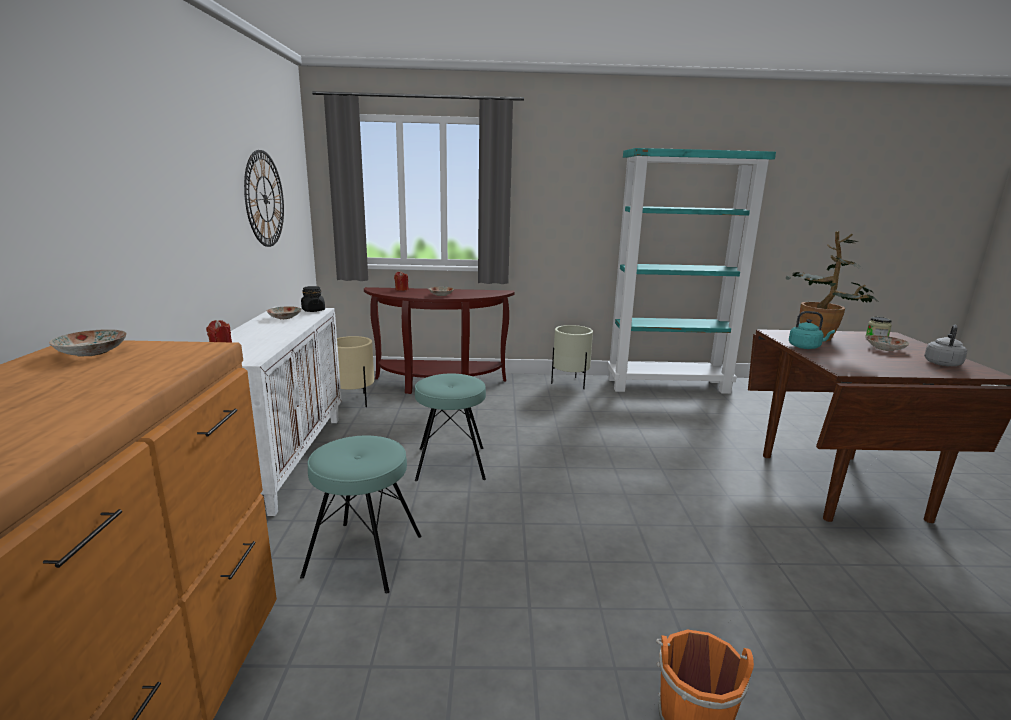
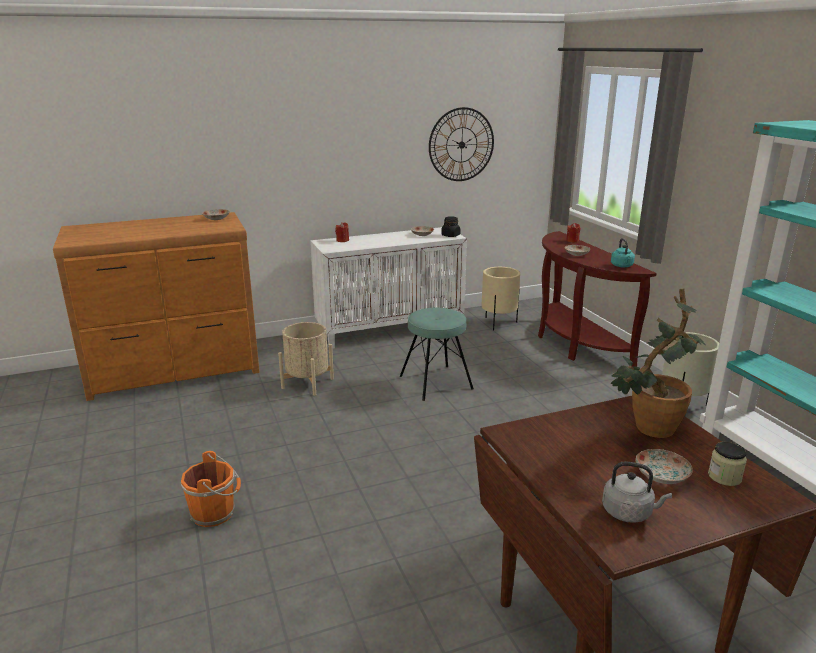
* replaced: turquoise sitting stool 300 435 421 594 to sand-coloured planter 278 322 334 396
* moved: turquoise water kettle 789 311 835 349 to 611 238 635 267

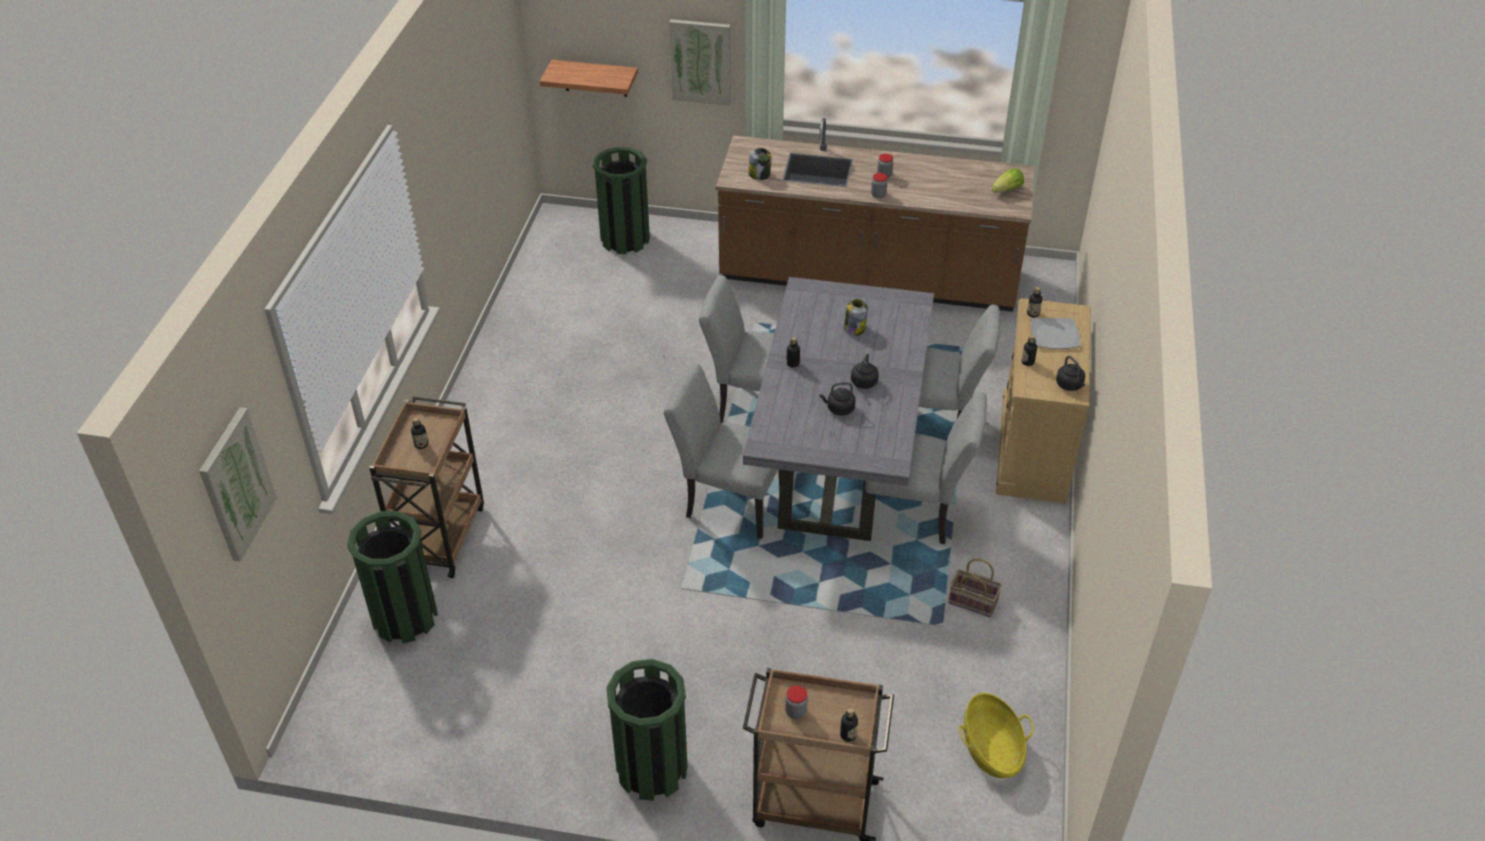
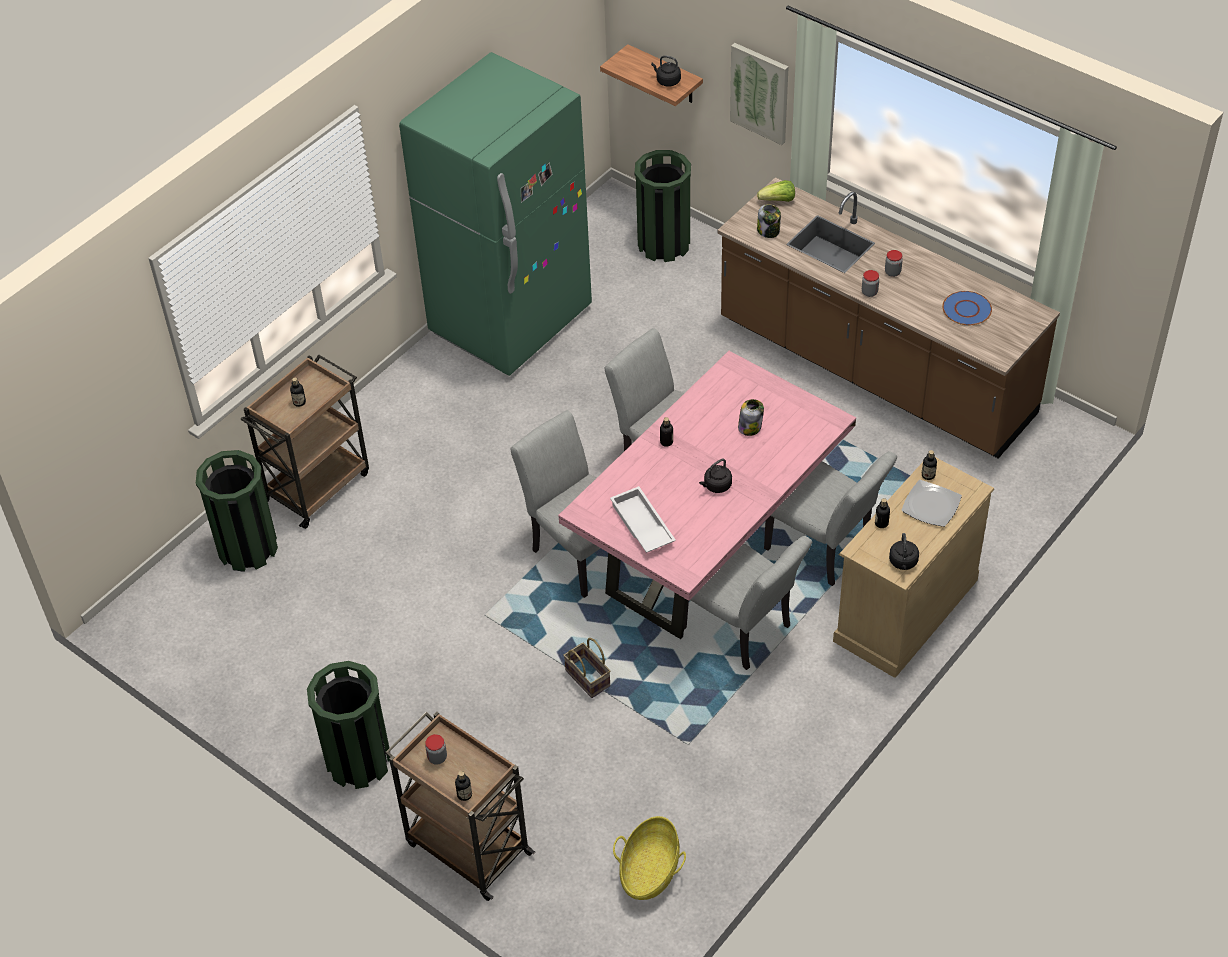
* removed: wall art 199 407 277 562
* recoloured: greyish kitchen table 743 277 934 541 to pink-coloured kitchen table 558 351 856 639
* moved: black-coloured water kettle 820 382 855 415 to 651 55 681 87
* moved: basket 948 558 1002 617 to 563 638 610 698
* moved: head of lettuce 992 169 1024 193 to 757 180 795 202
* added: greenish kitchen fridge 399 52 592 376
* added: white-coloured serving tray 610 486 676 553
* added: blue dinner plate 942 291 992 325

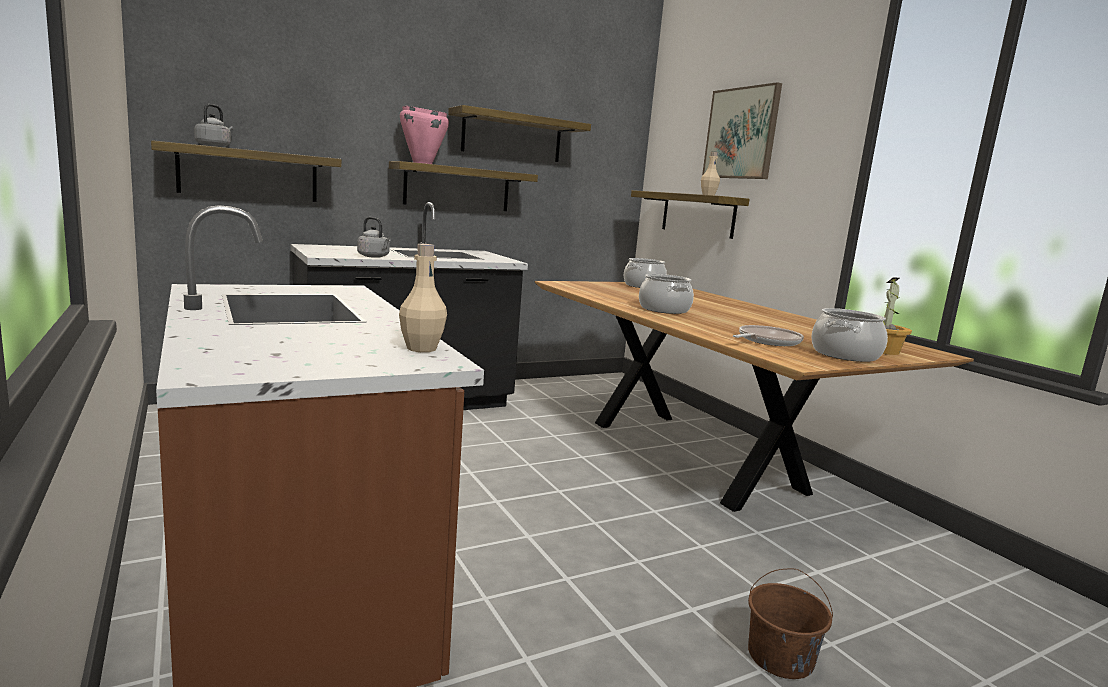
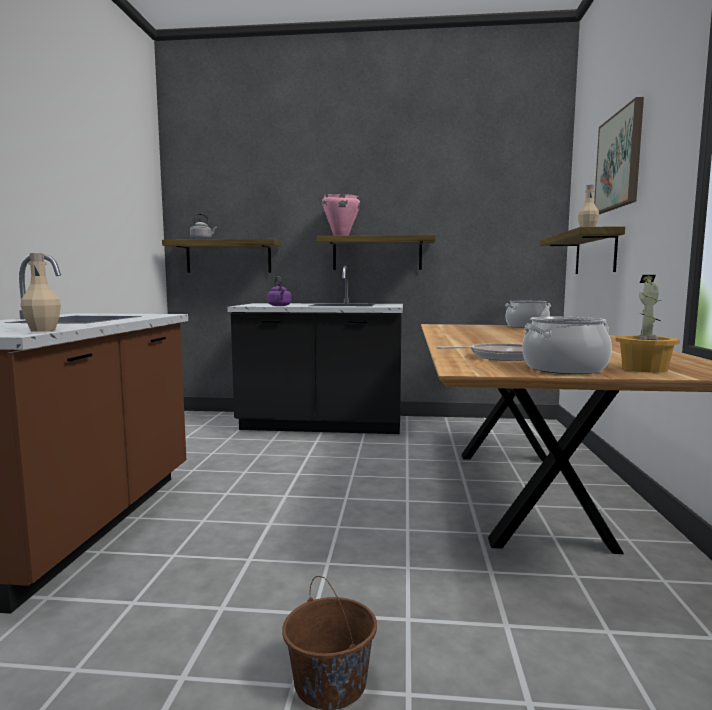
* recoloured: greyish water kettle 357 217 391 258 to purple water kettle 267 276 291 306
* removed: wall shelf 448 105 591 162
* removed: cooking pot 639 274 694 314

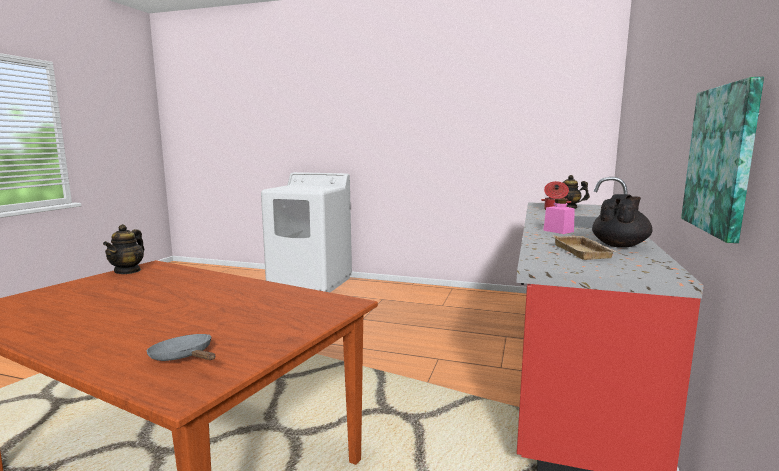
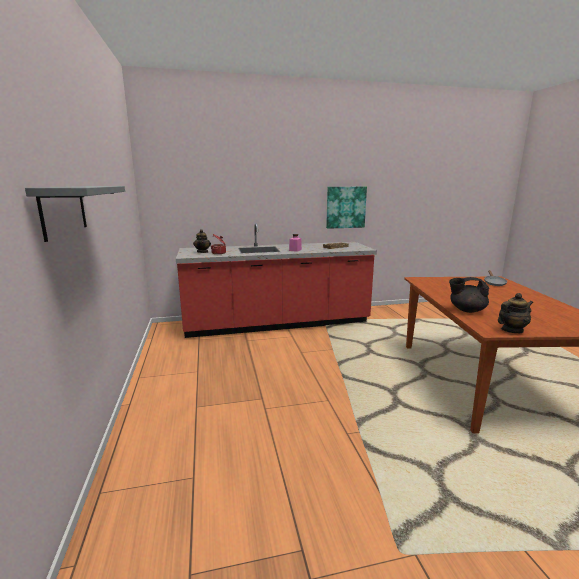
* removed: white-coloured laundry machine 261 172 352 292
* moved: black-coloured teapot 592 194 652 248 to 449 277 489 313
* added: greyish wall shelf 25 186 125 242

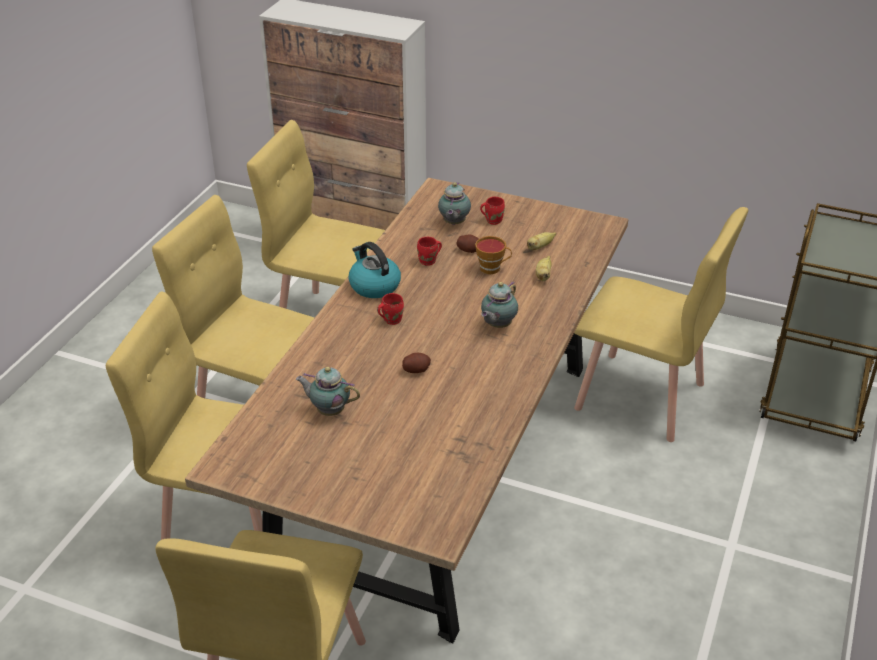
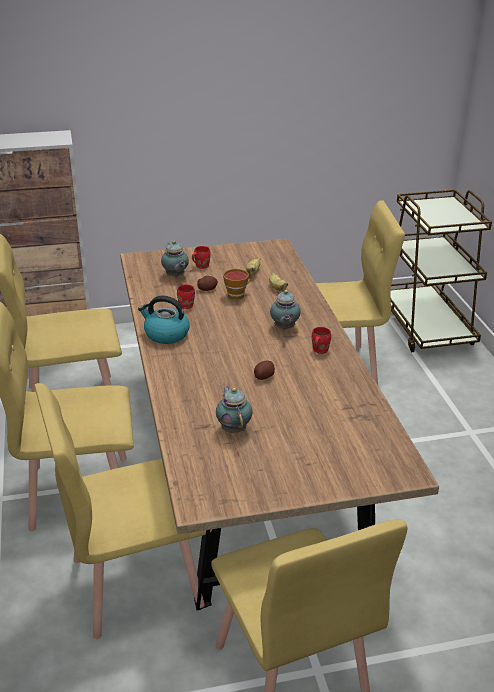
* turned: teapot 296 367 360 416 = 216 385 252 433 90 degrees clockwise
* moved: red coffee mug 377 293 404 325 to 312 327 331 354

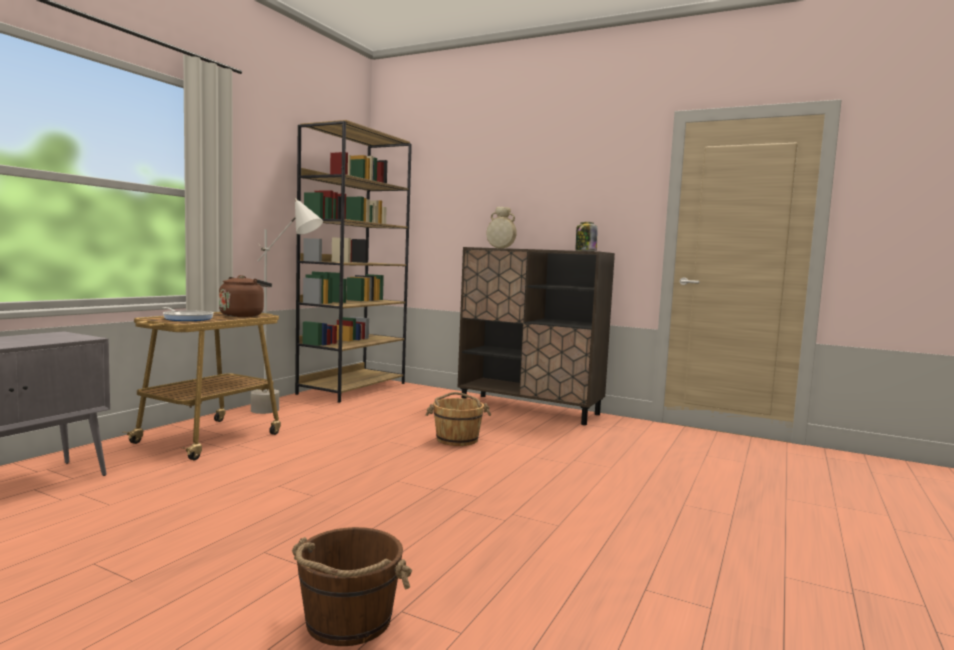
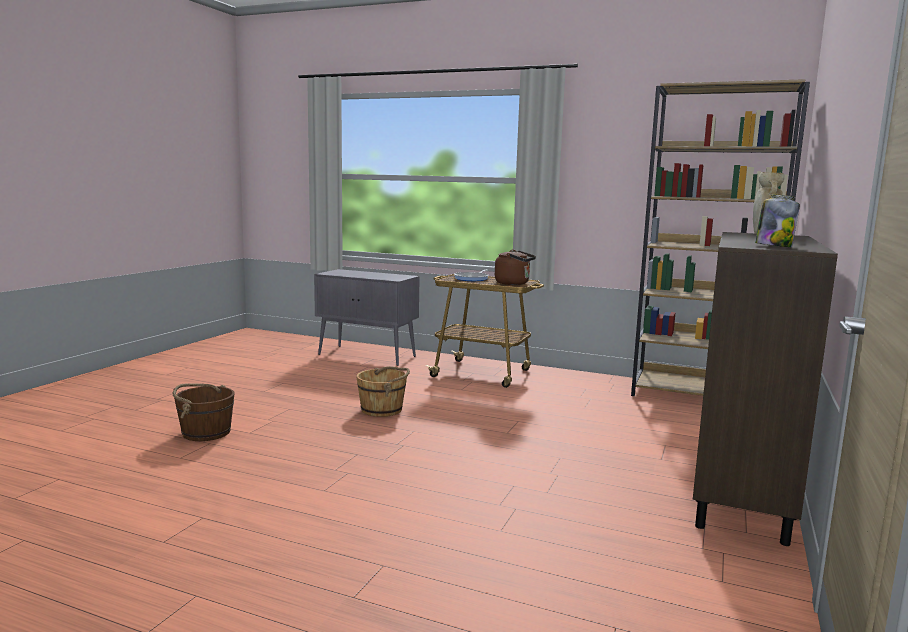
* removed: greyish floor lamp 251 198 323 414
* moved: brownish water bucket 425 392 491 446 to 356 366 410 417

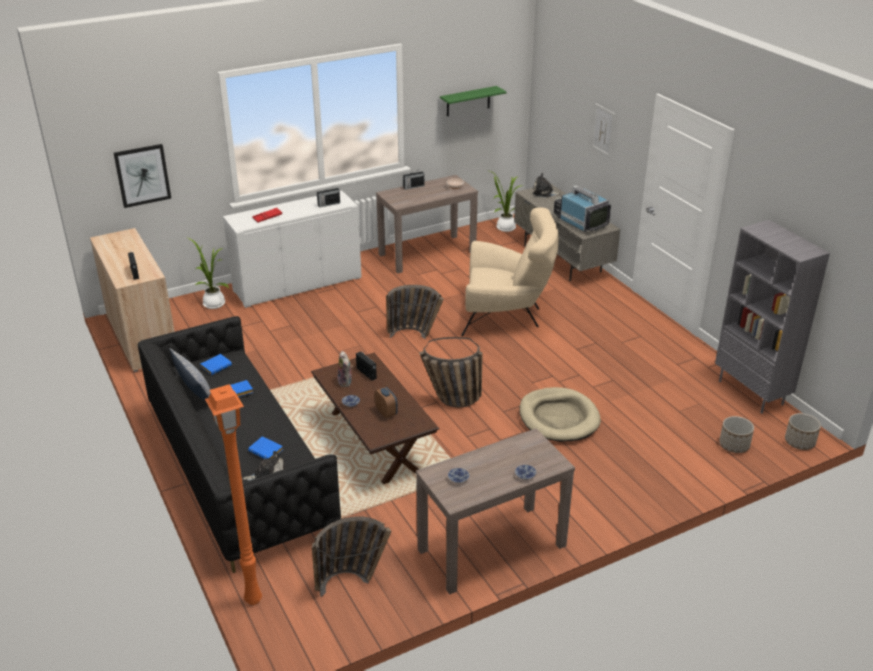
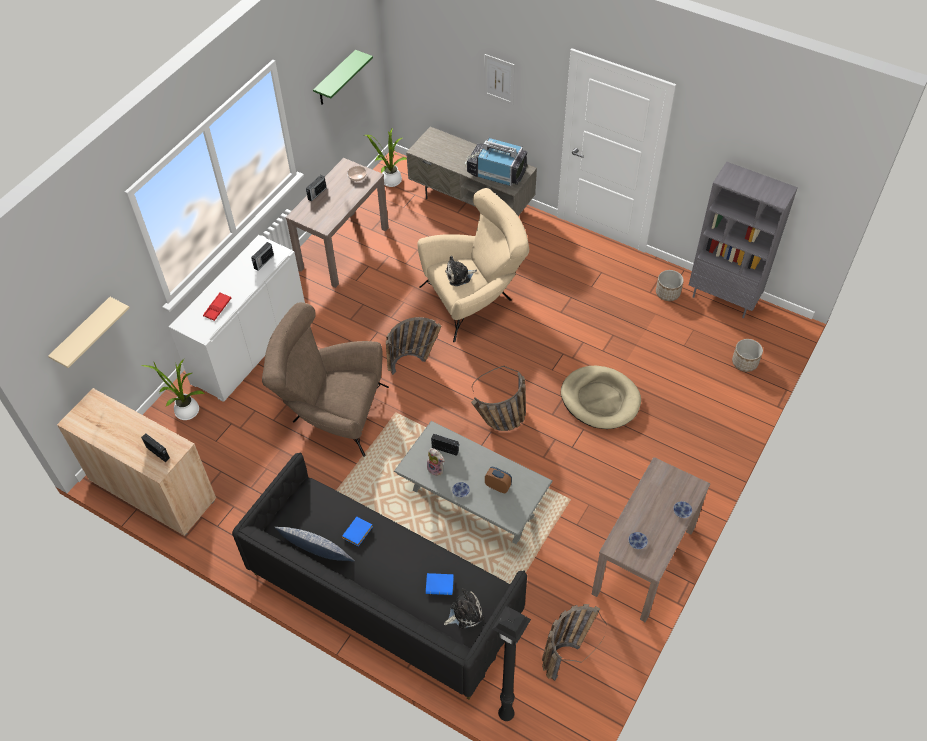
* replaced: wall art 114 144 171 208 to sand-coloured wall shelf 48 297 130 368
* removed: blue bound book 201 354 232 375
* recoloured: orange floor lamp 205 384 262 605 to black-coloured floor lamp 492 606 531 721
* recoloured: brownish low table 311 353 439 484 to greyish low table 394 421 553 544
* moved: plush toy 532 173 561 197 to 445 256 477 286
* moved: planter 785 413 821 450 to 656 270 684 301
* added: brownish easy chair 262 302 389 457

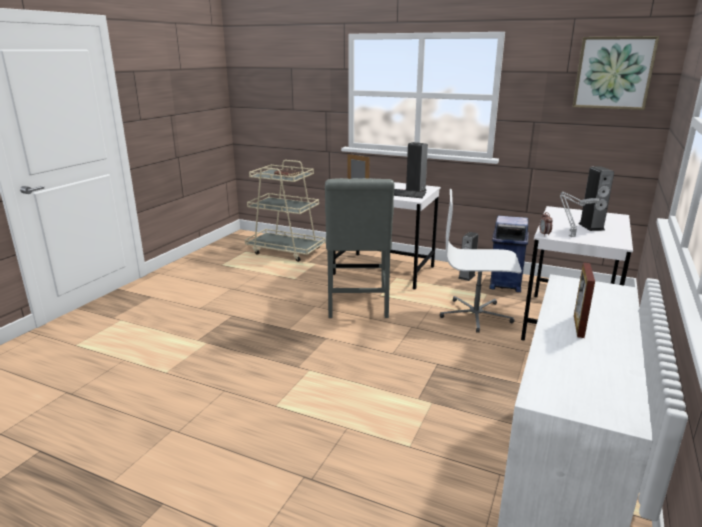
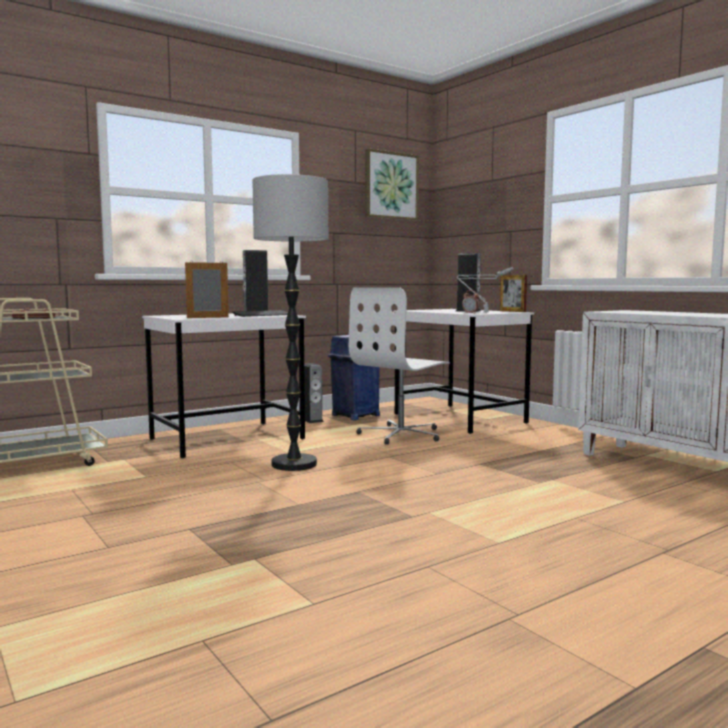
* replaced: greyish plain chair 325 178 395 318 to floor lamp 252 174 328 471
* moved: standing frame 574 263 595 338 to 500 275 527 312

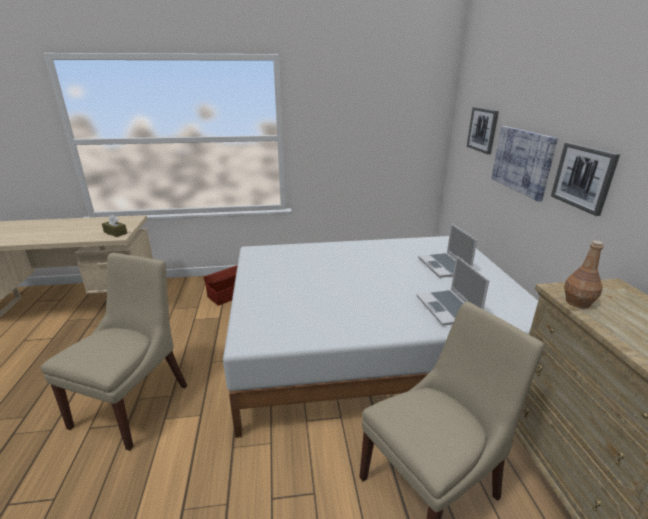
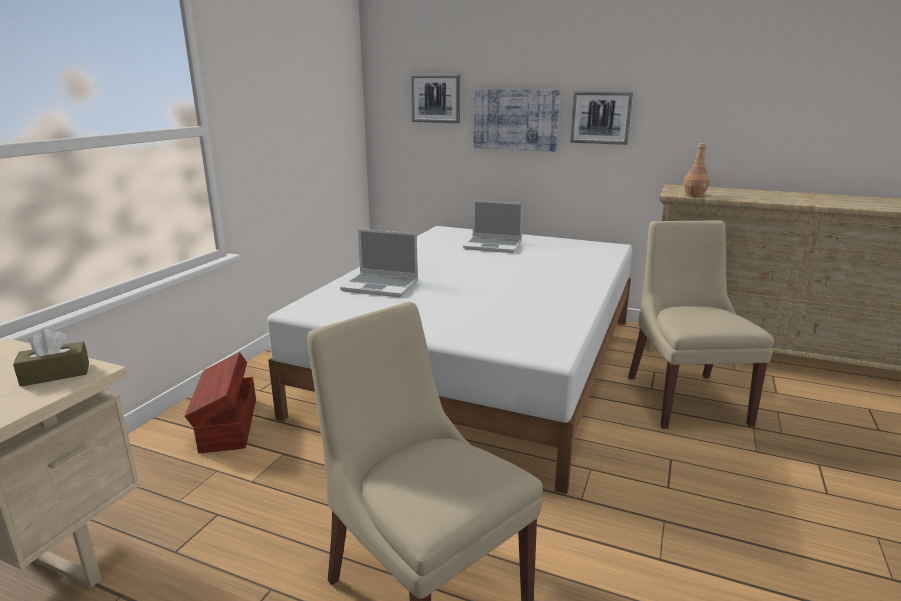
* moved: notebook computer 417 256 489 326 to 340 229 418 297

